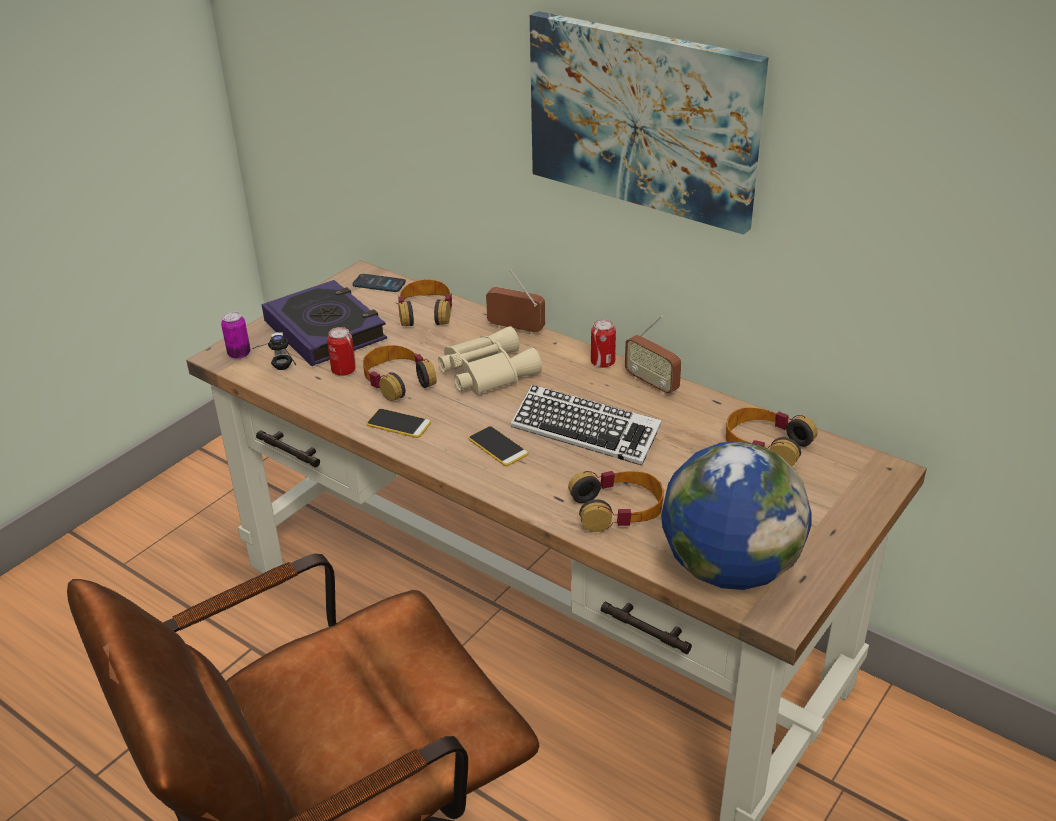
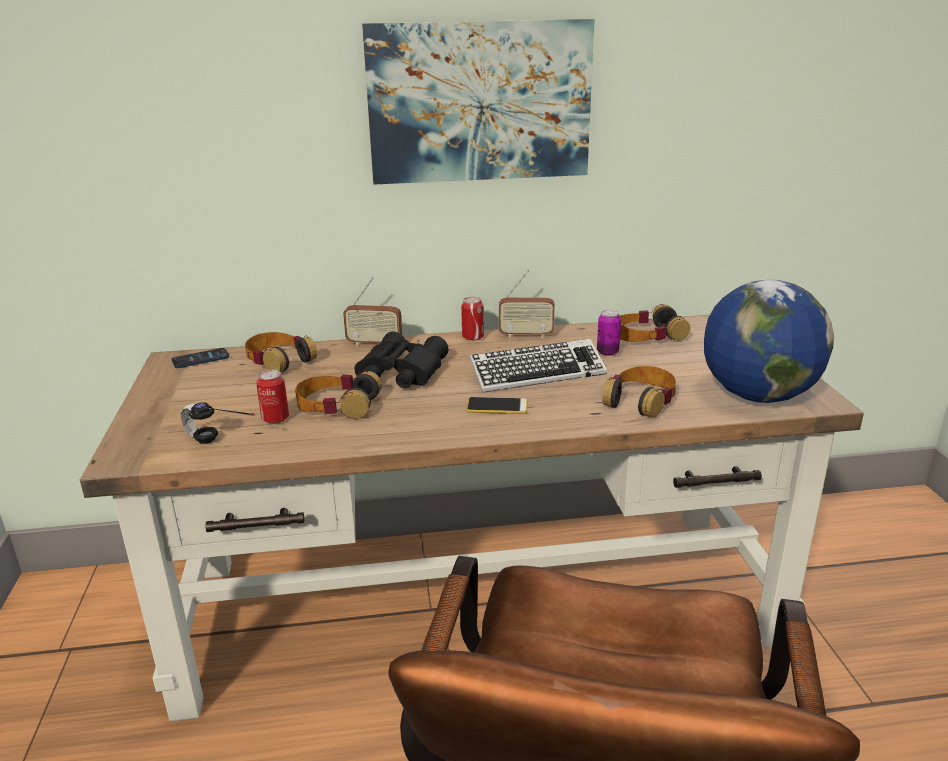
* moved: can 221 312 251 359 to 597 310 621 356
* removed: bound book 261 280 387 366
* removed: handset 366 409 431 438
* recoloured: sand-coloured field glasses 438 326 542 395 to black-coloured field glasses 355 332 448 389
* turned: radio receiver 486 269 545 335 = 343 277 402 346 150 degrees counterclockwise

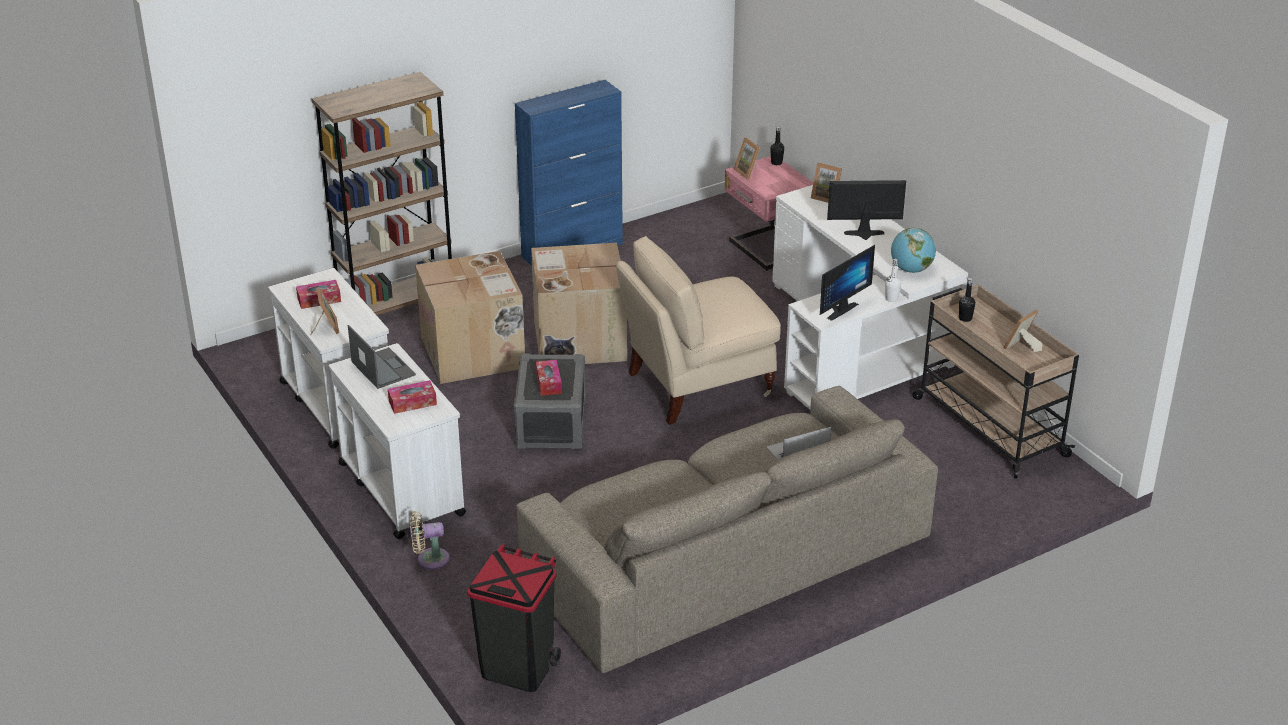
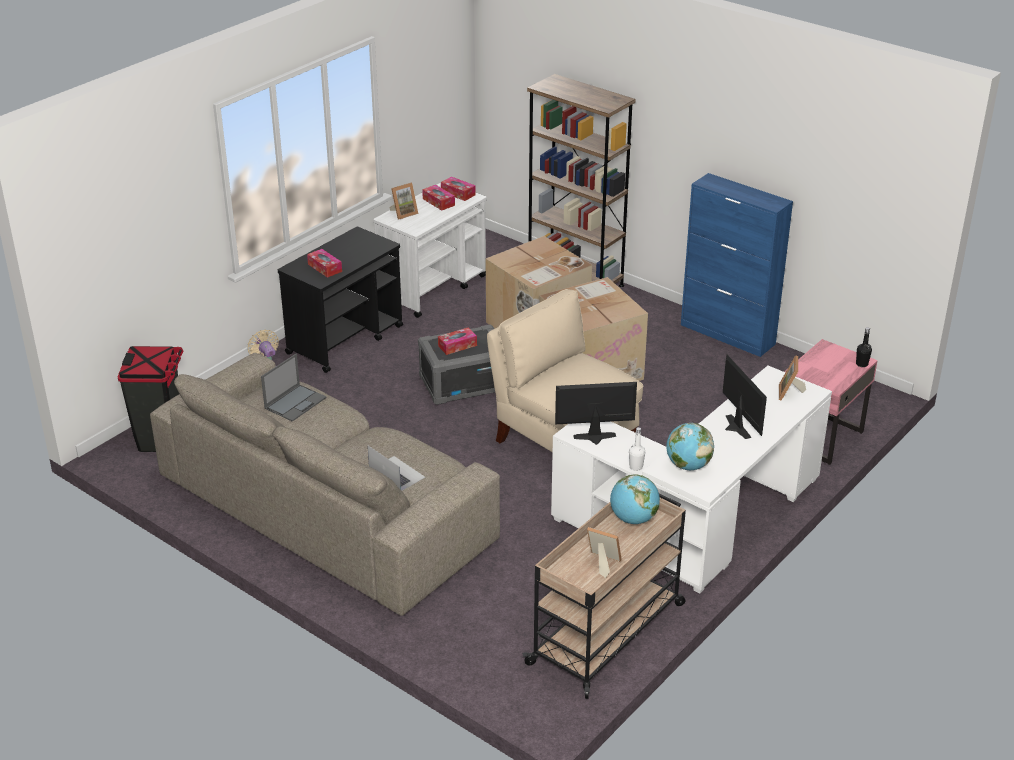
* recoloured: white-coloured trolley 329 343 466 539 to black-coloured trolley 278 227 403 373
* moved: notebook computer 348 325 416 389 to 261 354 326 422
* removed: standing frame 734 137 760 180
* turned: computer display 820 245 875 321 = 555 382 637 445 150 degrees clockwise
* replaced: black-coloured beverage bottle 959 278 975 322 to desk globe 610 474 660 524
* added: tissue holder 441 177 476 201

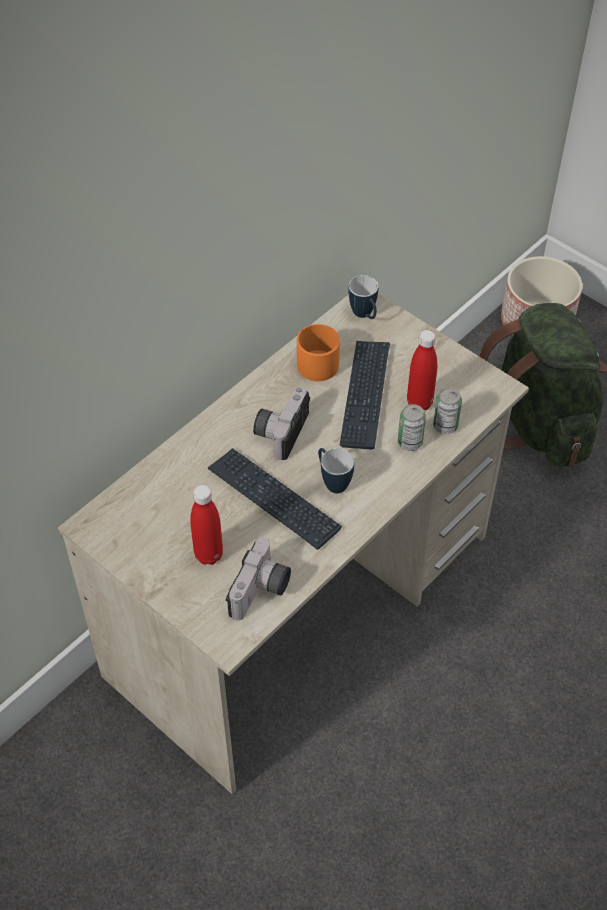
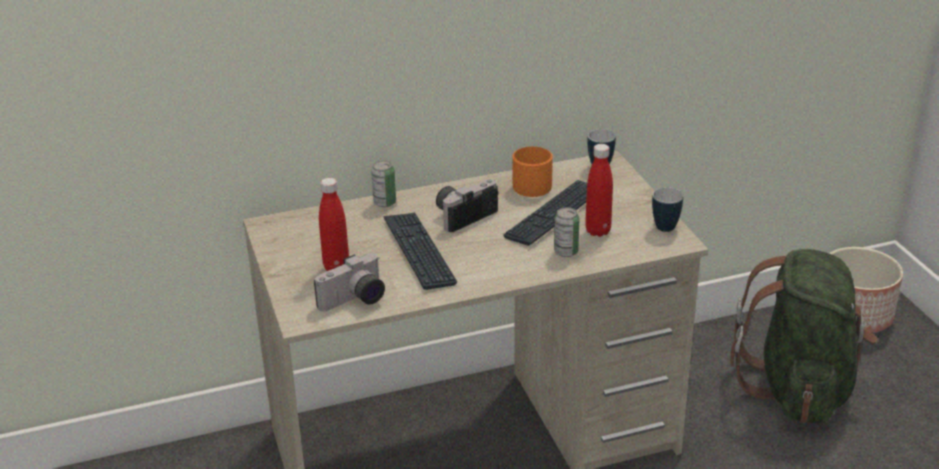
* moved: coffee mug 318 448 354 493 to 652 187 683 232
* moved: can 433 388 462 434 to 371 160 396 207

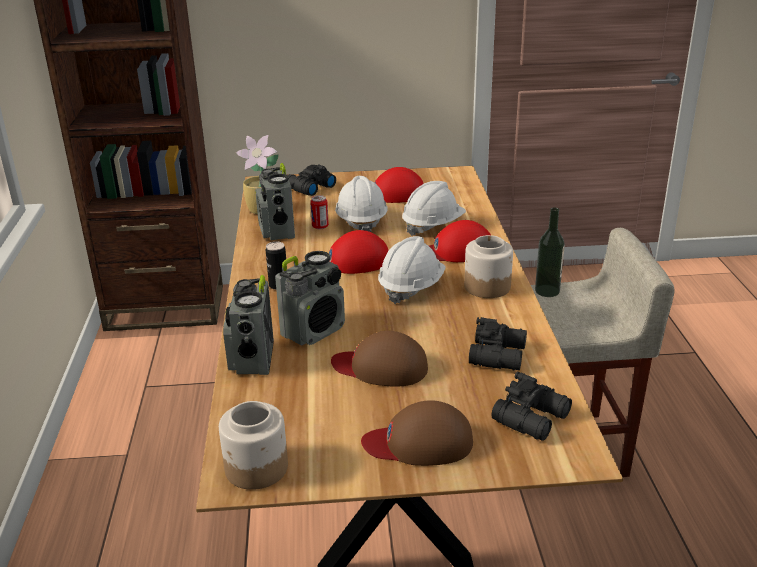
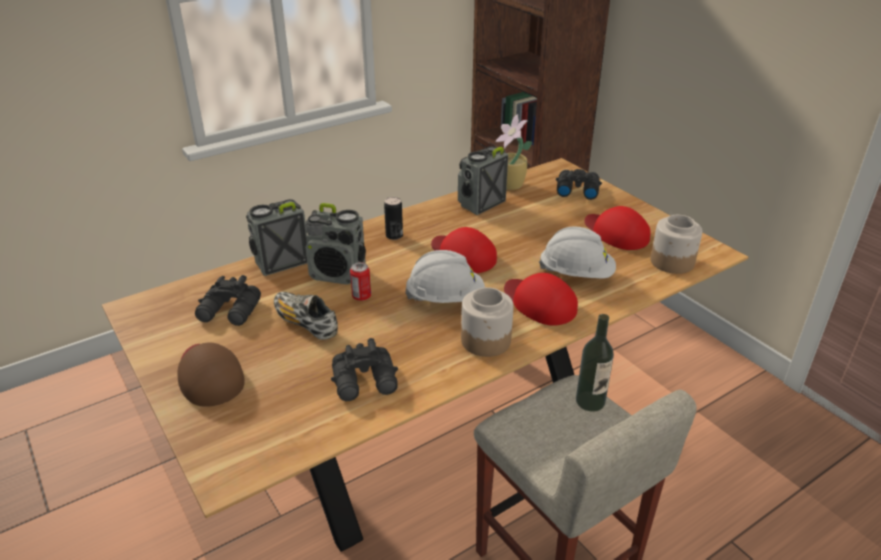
* moved: preserve jar 219 401 288 490 to 651 215 702 274
* moved: can 310 195 329 229 to 350 262 371 301
* replaced: brownish baseball cap 331 331 428 386 to item of footwear 274 292 338 340
* removed: white-coloured safety helmet 335 176 387 232
* moved: black-coloured field glasses 491 371 572 441 to 195 275 261 326

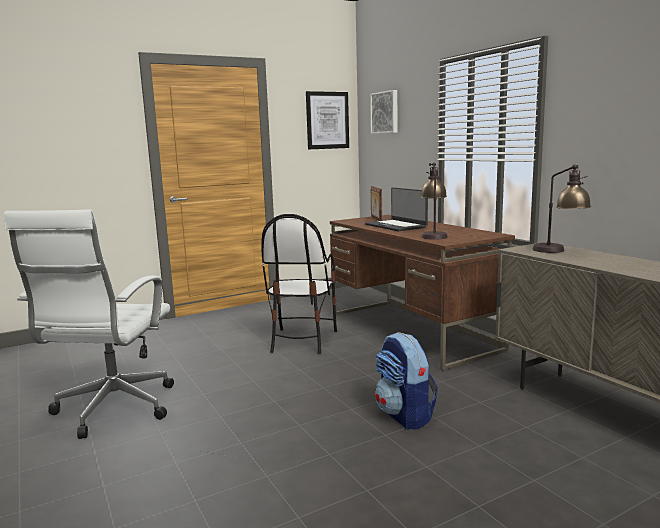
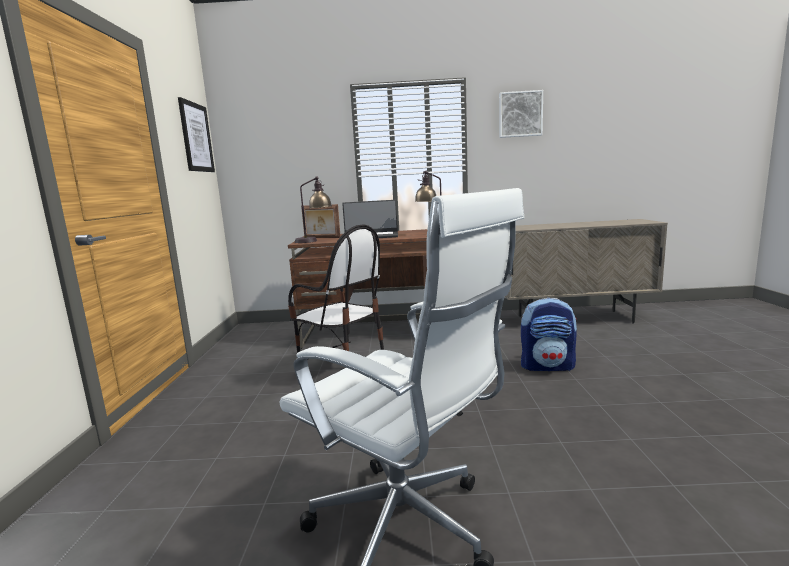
* moved: wall art 370 90 397 134 to 499 90 543 138
* moved: lamp for a table 533 164 591 253 to 295 176 332 243

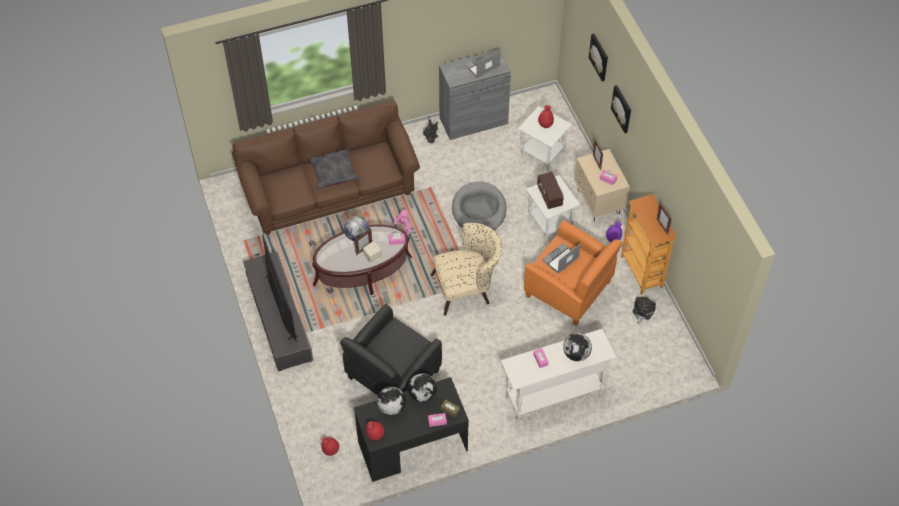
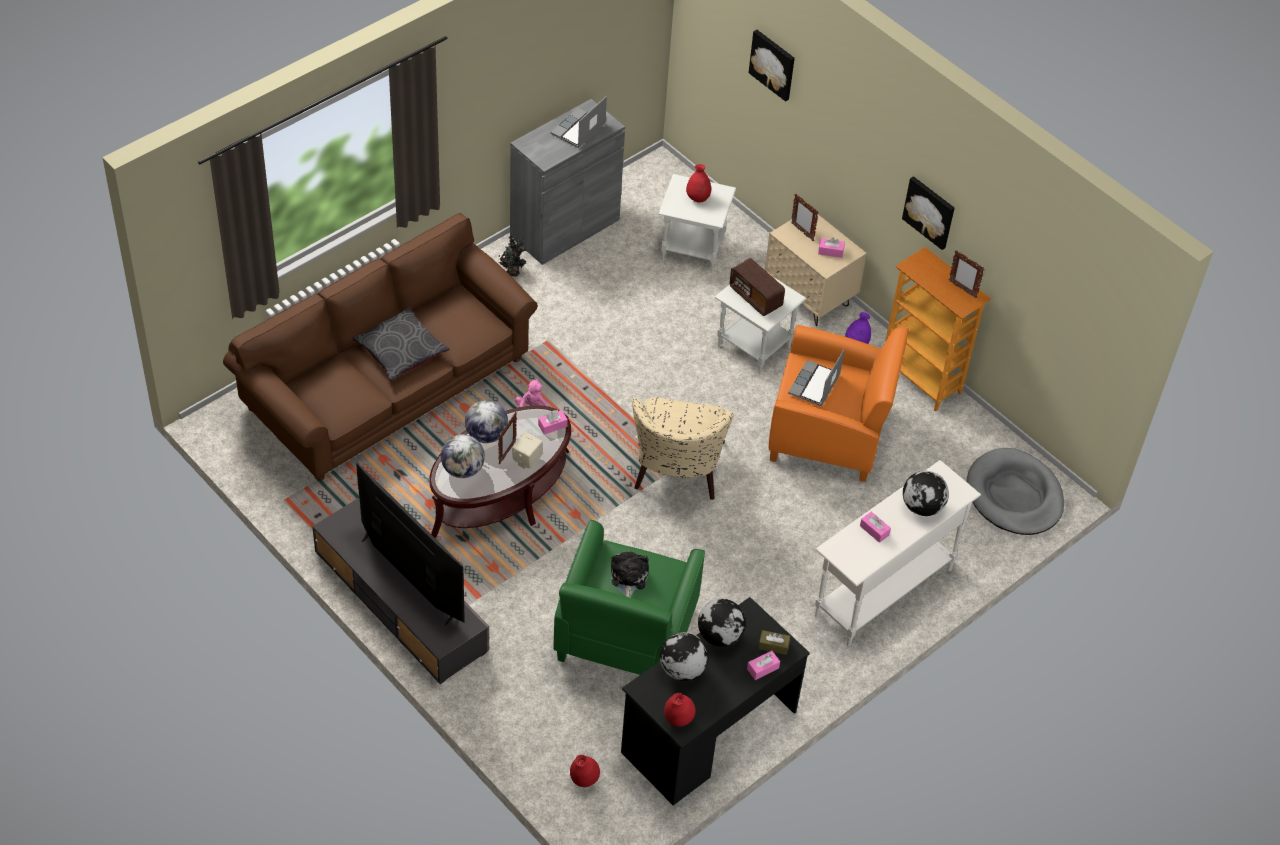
* recoloured: black-coloured easy chair 340 304 442 395 to greenish easy chair 554 520 705 675
* turned: sand-coloured easy chair 431 223 502 316 = 632 397 734 500 135 degrees clockwise
* moved: greyish pet bed 452 182 507 230 to 967 448 1064 535
* moved: wall art 611 85 631 133 to 902 176 955 250
* moved: plush toy 633 296 656 324 to 611 551 649 598
* added: desk globe 441 434 485 478

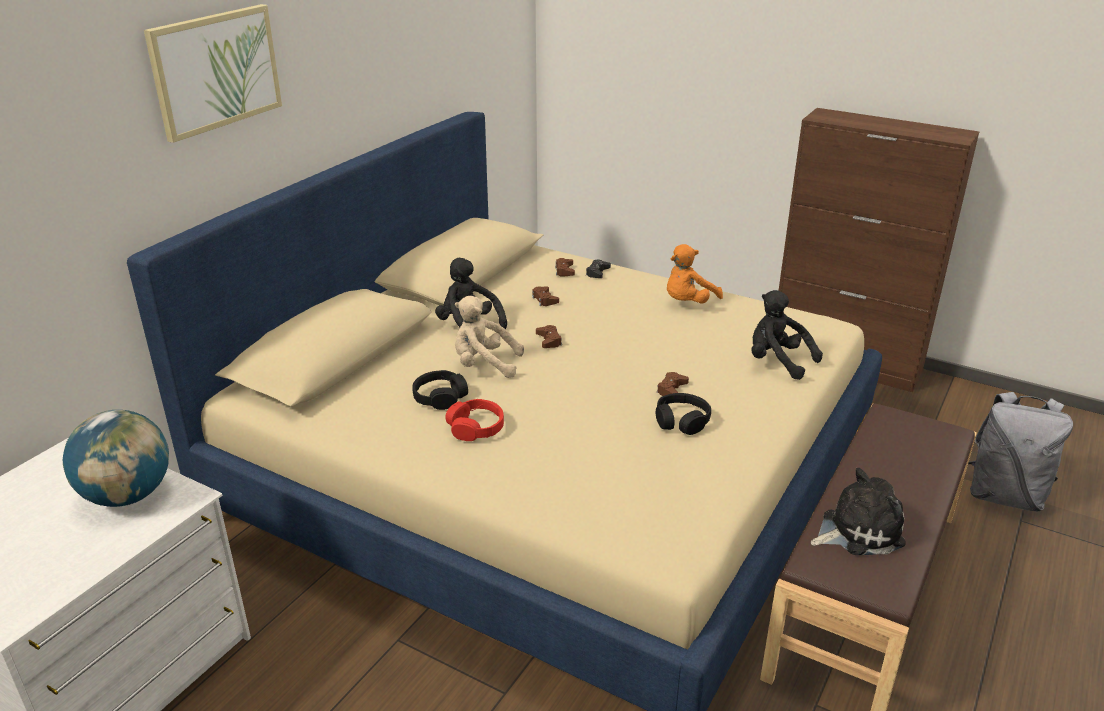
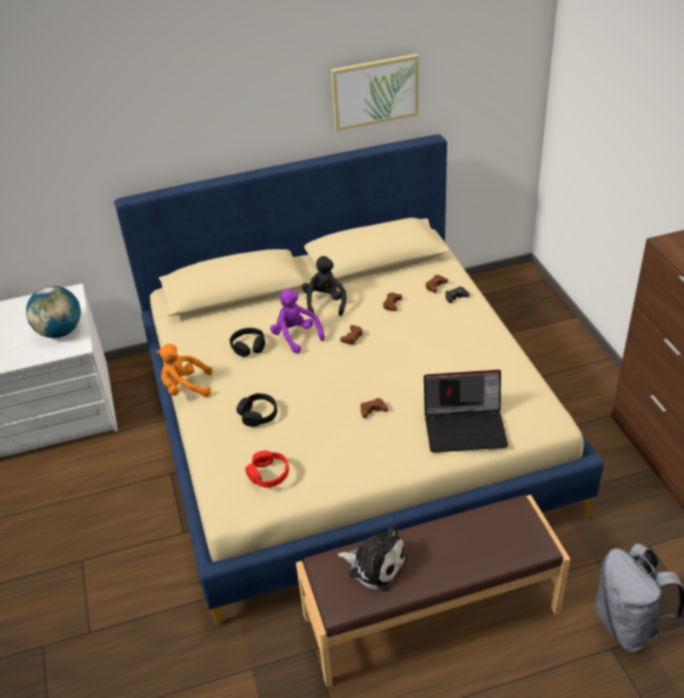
* moved: wall art 144 4 282 143 to 331 54 418 131
* moved: red headset 446 399 504 441 to 245 451 289 488
* recoloured: sand-coloured plush toy 455 296 524 378 to purple plush toy 270 289 325 354
* moved: black-coloured headset 656 393 711 435 to 236 393 277 427
* moved: orange plush toy 667 244 723 303 to 156 344 212 397
* replaced: black-coloured plush toy 751 290 823 380 to notebook computer 424 370 508 453

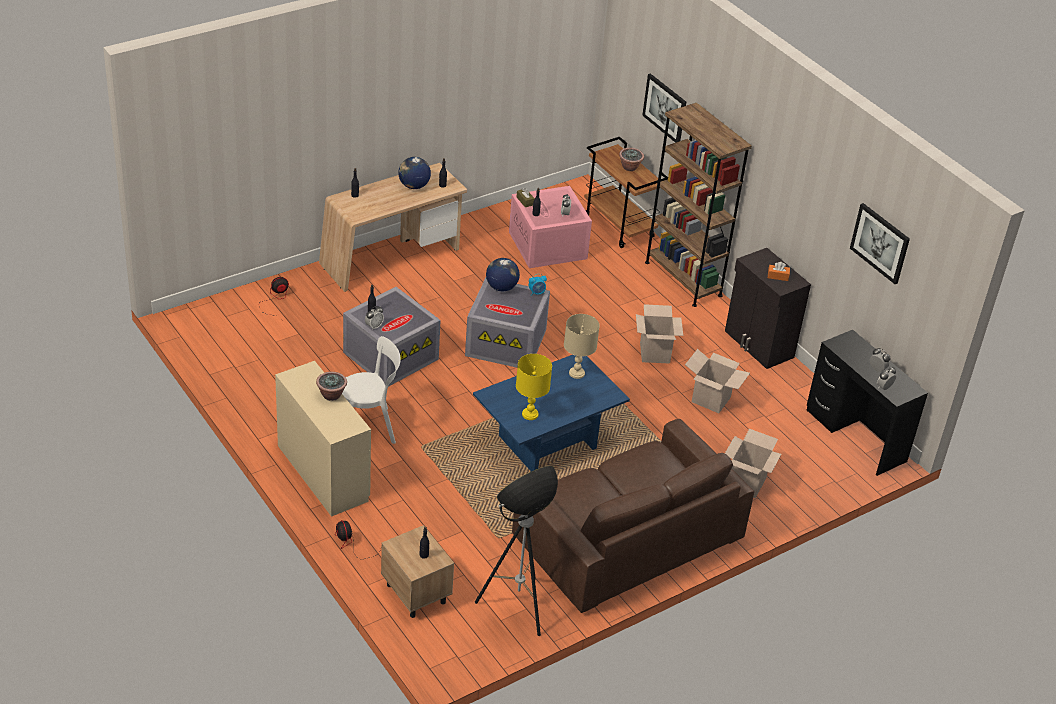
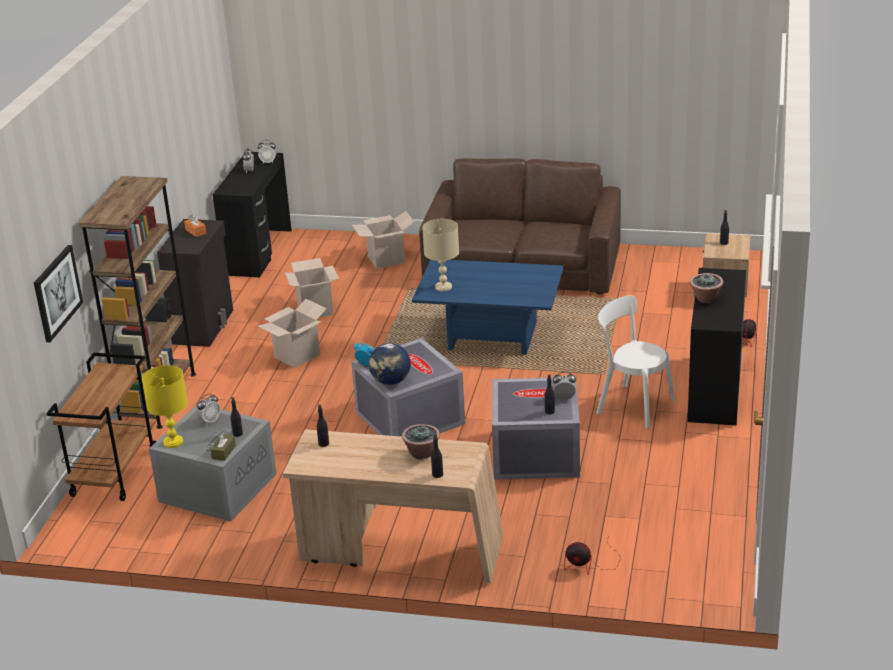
* recoloured: sand-coloured desk table 275 361 371 517 to black-coloured desk table 688 268 746 425
* removed: desk globe 398 157 431 189
* removed: floor lamp 475 466 558 636
* recoloured: pink-coloured storage bin 509 186 592 268 to greyish storage bin 149 405 276 521
* moved: yellowish lamp for a table 516 354 552 420 to 142 365 188 448
* moved: plant in a pot 619 148 644 171 to 402 424 440 460
* removed: wall art 850 203 910 284

